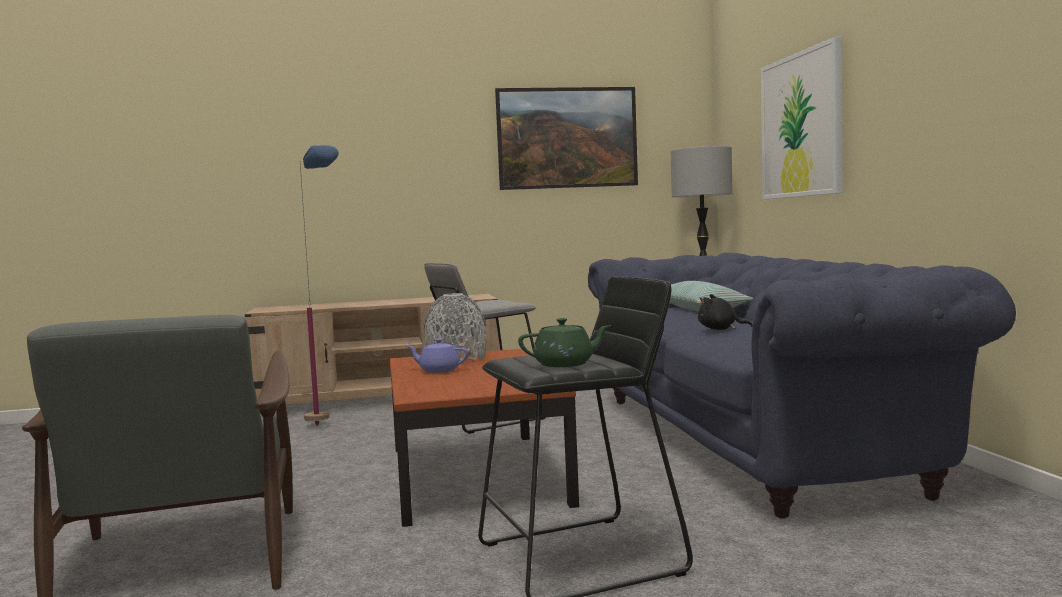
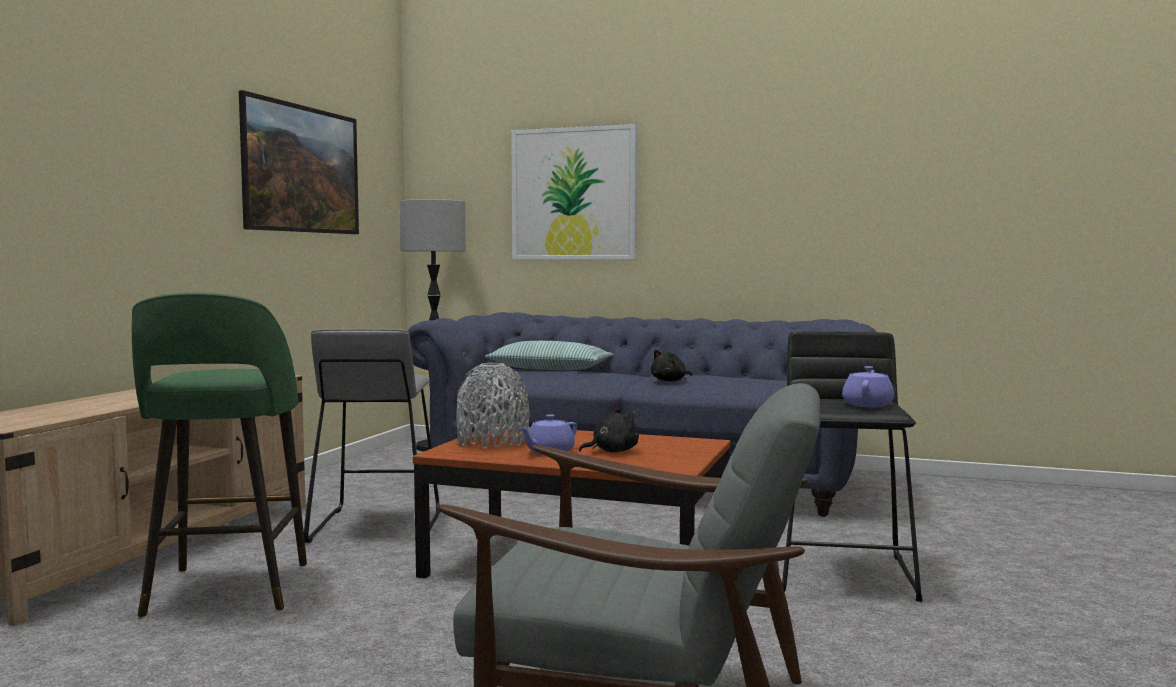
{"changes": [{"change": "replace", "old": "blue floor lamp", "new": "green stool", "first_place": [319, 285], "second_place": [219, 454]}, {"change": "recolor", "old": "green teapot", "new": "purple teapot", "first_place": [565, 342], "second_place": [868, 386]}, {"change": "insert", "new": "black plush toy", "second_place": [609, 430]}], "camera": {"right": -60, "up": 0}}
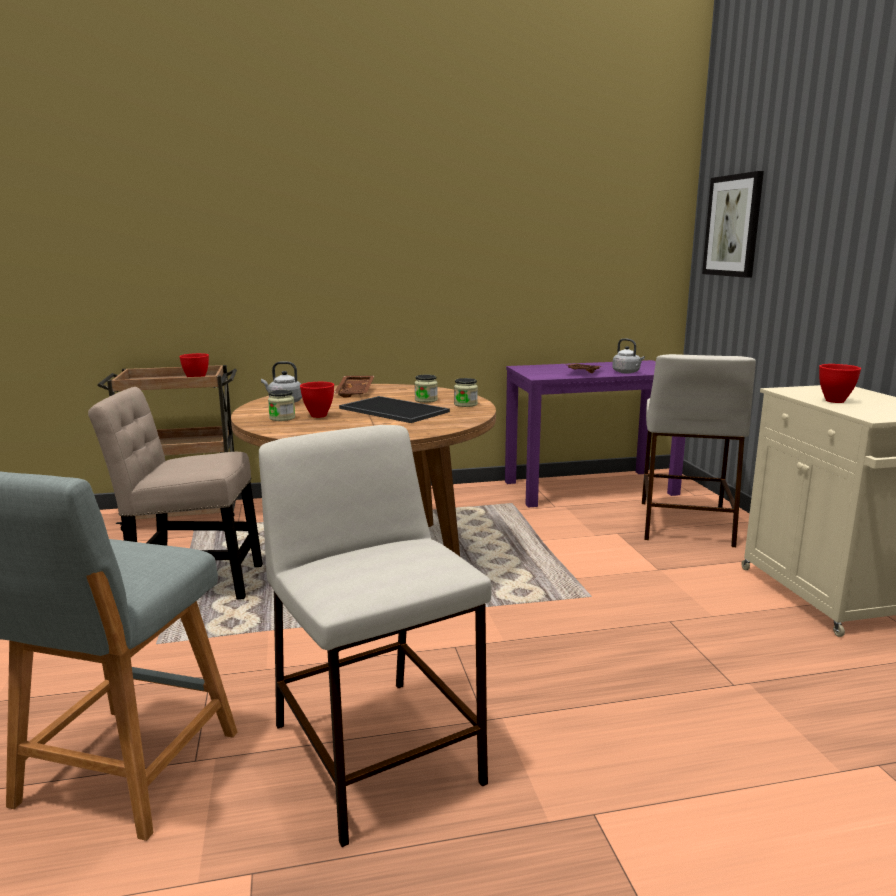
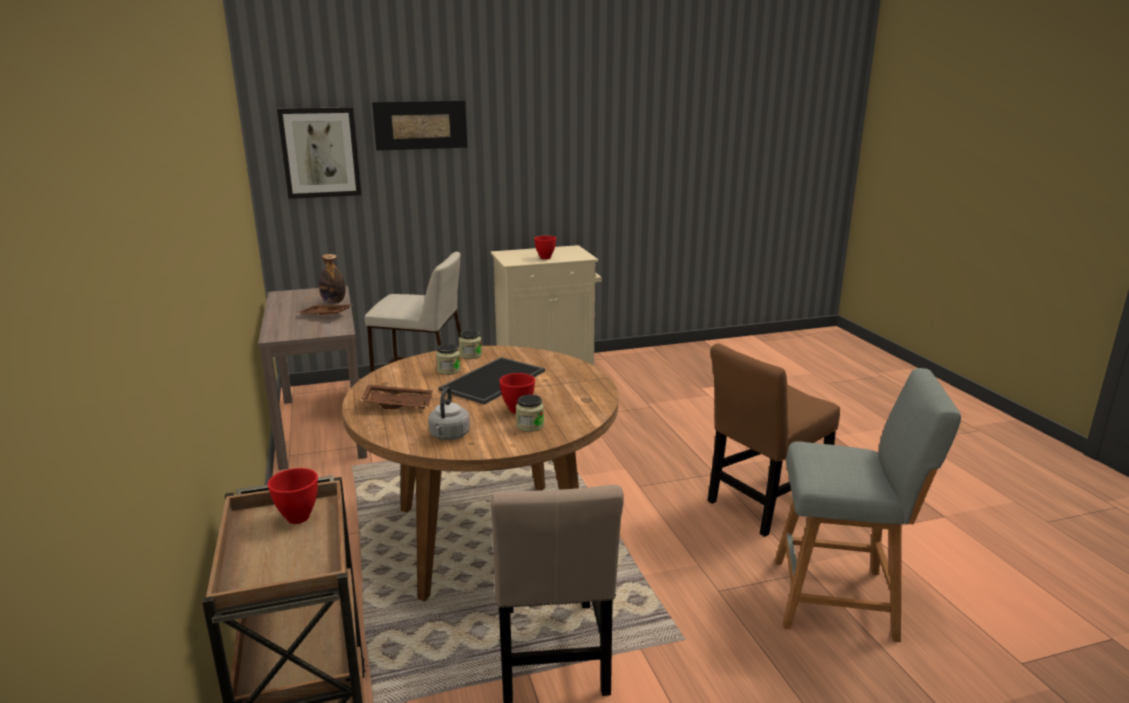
{"changes": [{"change": "replace", "old": "beige stool", "new": "brown chair", "first_place": [375, 636], "second_place": [774, 440]}, {"change": "recolor", "old": "purple console table", "new": "brown console table", "first_place": [595, 434], "second_place": [312, 378]}, {"change": "replace", "old": "grey kettle", "new": "bottle", "first_place": [628, 355], "second_place": [332, 279]}, {"change": "insert", "new": "picture", "second_place": [419, 126]}], "camera": {"right": -95, "up": 5}}
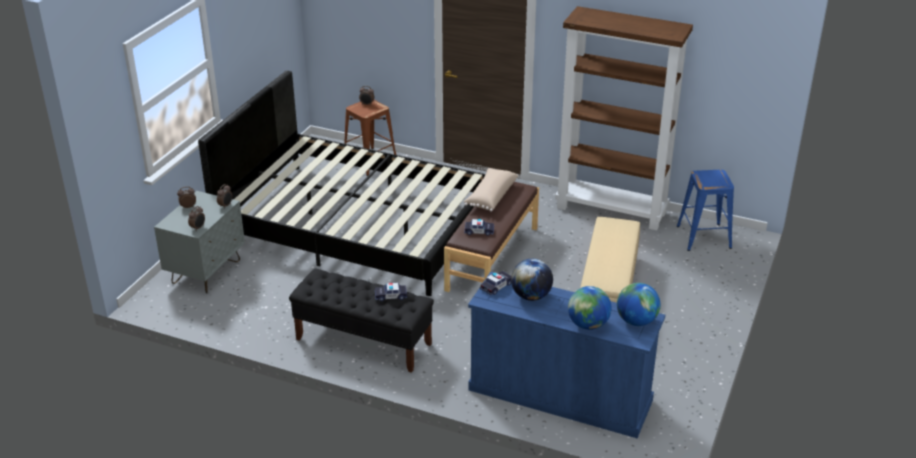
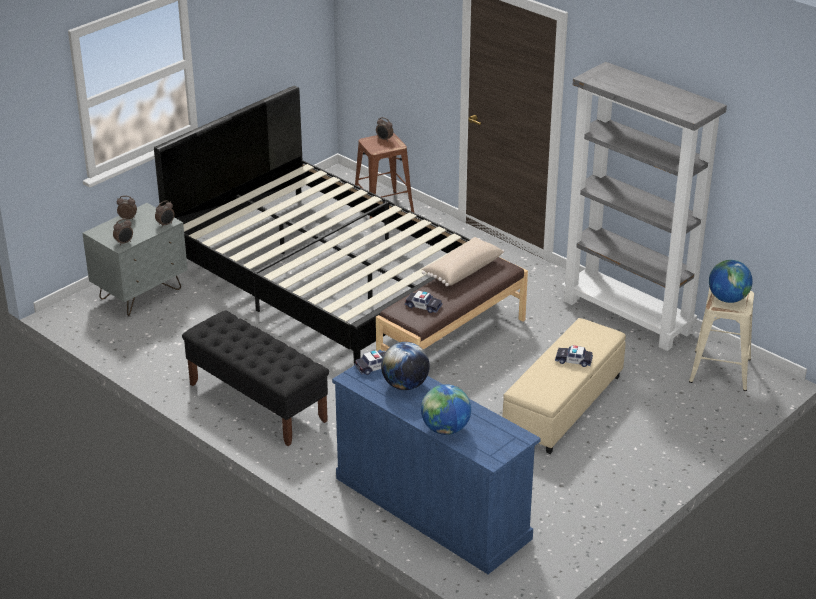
{"changes": [{"change": "move", "old": "toy car", "first_place": [391, 292], "second_place": [574, 356]}, {"change": "recolor", "old": "brown bookcase", "new": "grey bookcase", "first_place": [624, 118], "second_place": [644, 206]}, {"change": "move", "old": "globe", "first_place": [639, 304], "second_place": [731, 281]}, {"change": "recolor", "old": "blue stool", "new": "beige stool", "first_place": [705, 210], "second_place": [721, 339]}], "camera": {"right": 20, "up": 0}}
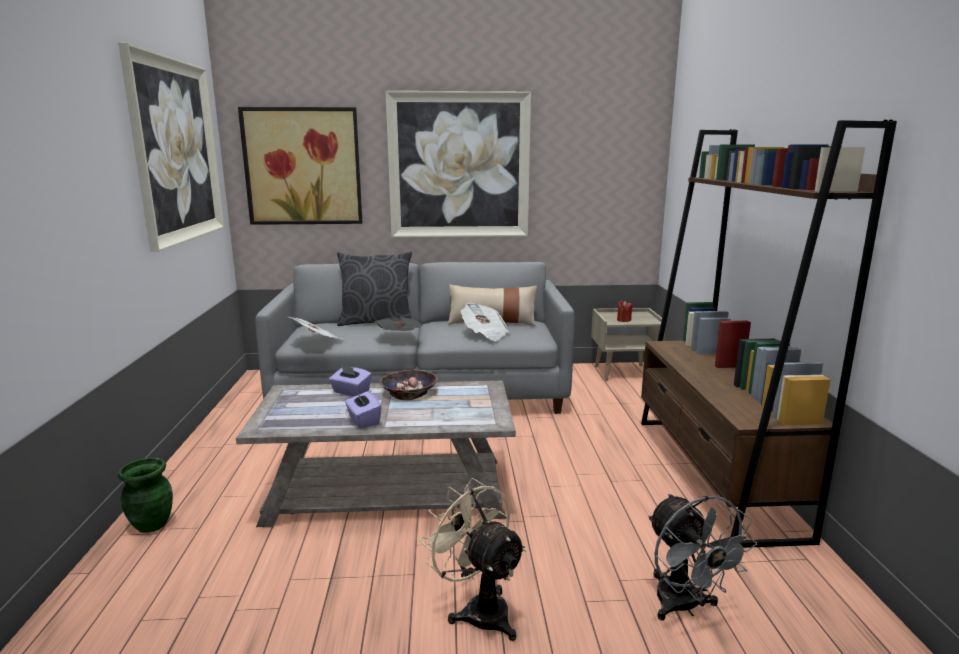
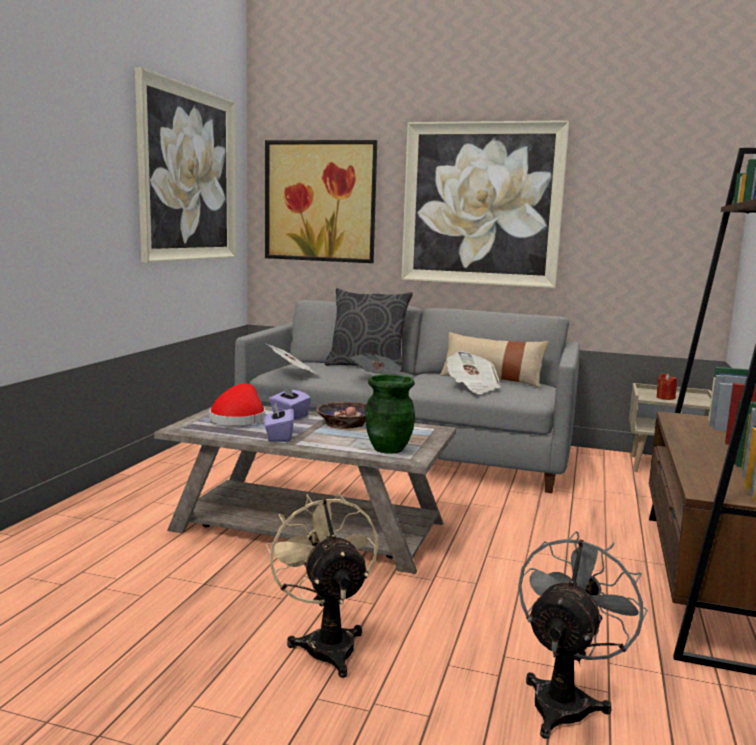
{"changes": [{"change": "move", "old": "green vase", "first_place": [145, 495], "second_place": [390, 414]}, {"change": "rotate", "old": "grey fan", "first_place": [702, 557], "second_place": [583, 635], "degrees": -150}, {"change": "insert", "new": "red hat", "second_place": [237, 404]}], "camera": {"right": 20, "up": -5}}
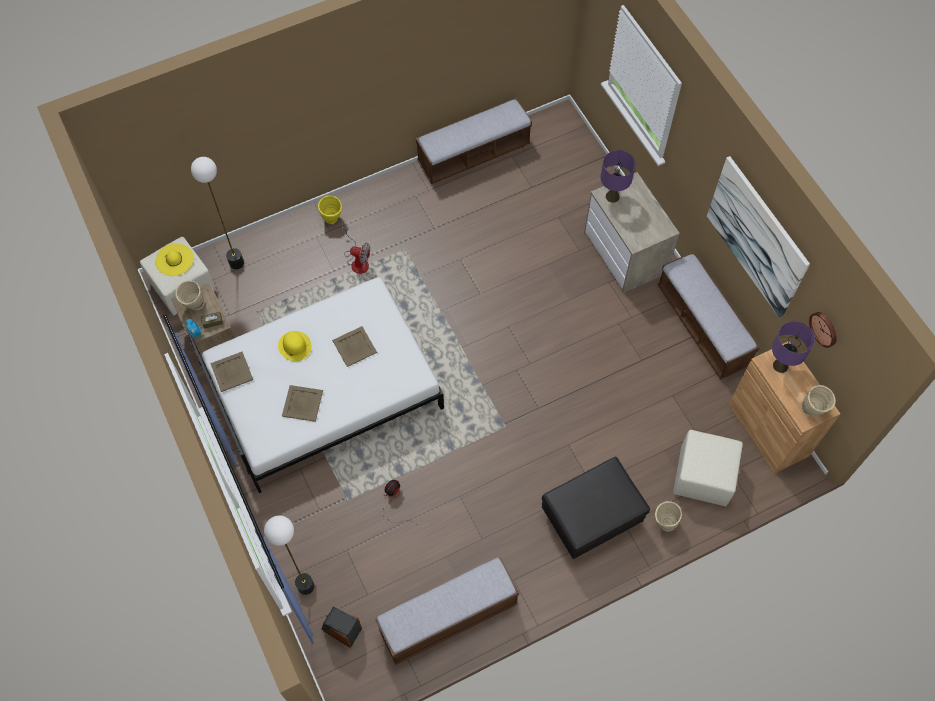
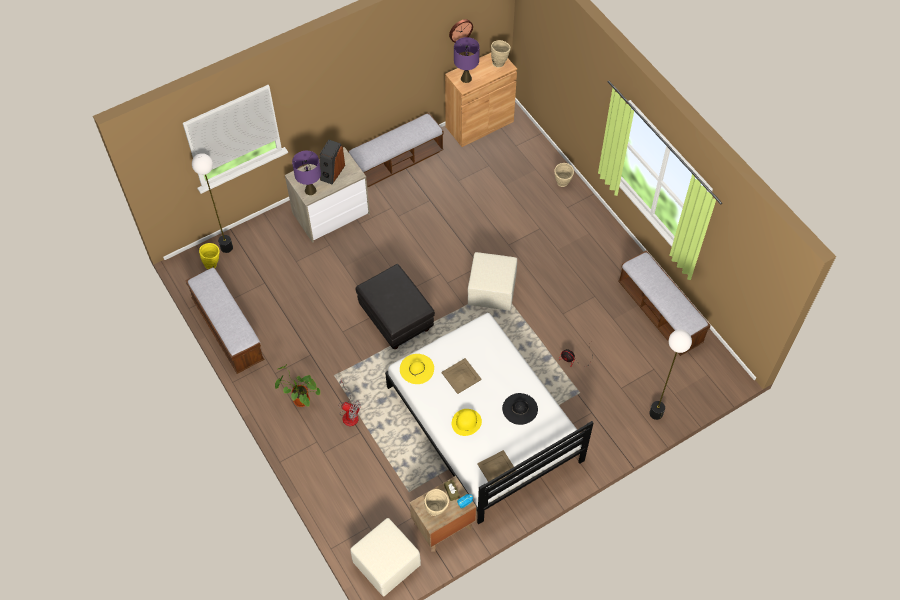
{"changes": [{"change": "move", "old": "yellow hat", "first_place": [174, 259], "second_place": [417, 369]}, {"change": "move", "old": "floor lamp", "first_place": [217, 213], "second_place": [212, 203]}, {"change": "replace", "old": "beige tray", "new": "black hat", "first_place": [302, 403], "second_place": [520, 409]}, {"change": "move", "old": "yellow vase", "first_place": [330, 210], "second_place": [209, 256]}, {"change": "move", "old": "speaker", "first_place": [342, 627], "second_place": [332, 162]}, {"change": "rotate", "old": "fan", "first_place": [356, 250], "second_place": [350, 402], "degrees": 105}, {"change": "move", "old": "black ottoman", "first_place": [596, 508], "second_place": [395, 306]}, {"change": "move", "old": "beige ottoman", "first_place": [708, 468], "second_place": [492, 281]}, {"change": "delete", "old": "picture", "first_place": [758, 237]}, {"change": "insert", "new": "potted plant", "second_place": [297, 385]}], "camera": {"right": -95, "up": -5}}
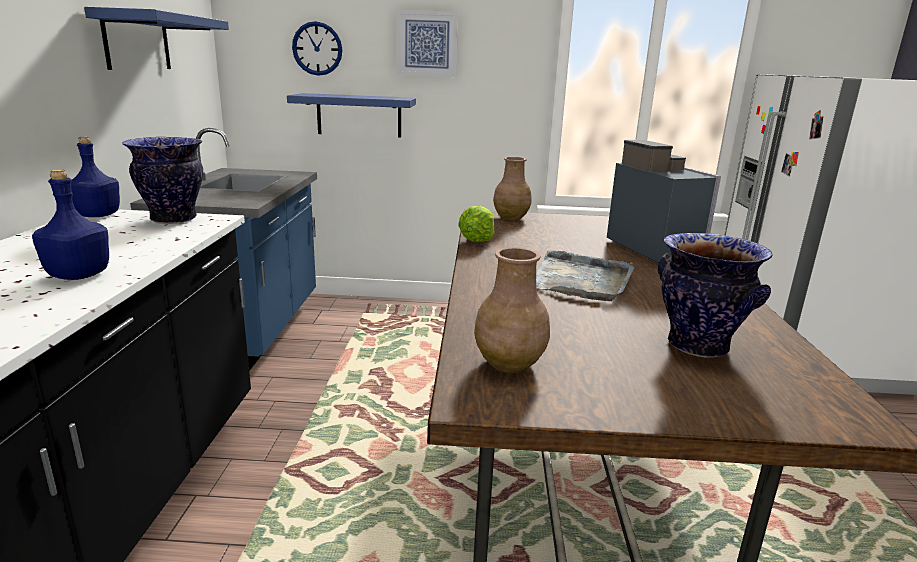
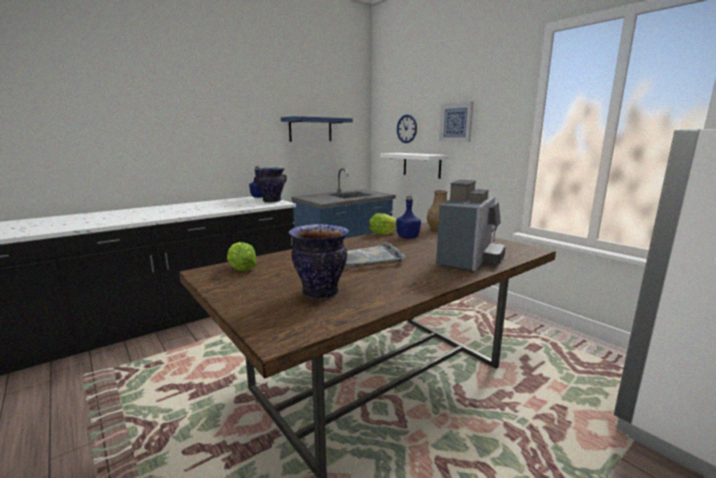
{"changes": [{"change": "move", "old": "blue bottle", "first_place": [70, 224], "second_place": [408, 217]}, {"change": "recolor", "old": "blue shelf", "new": "white shelf", "first_place": [351, 115], "second_place": [414, 166]}, {"change": "replace", "old": "brown vase", "new": "lettuce", "first_place": [512, 310], "second_place": [242, 256]}], "camera": {"right": 50, "up": -5}}
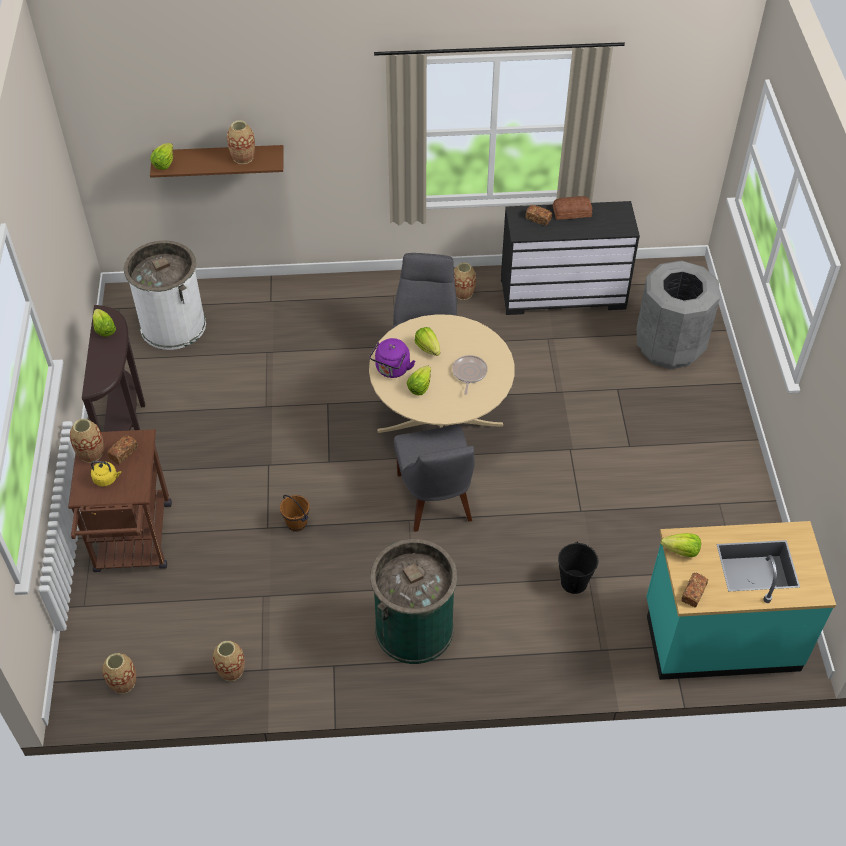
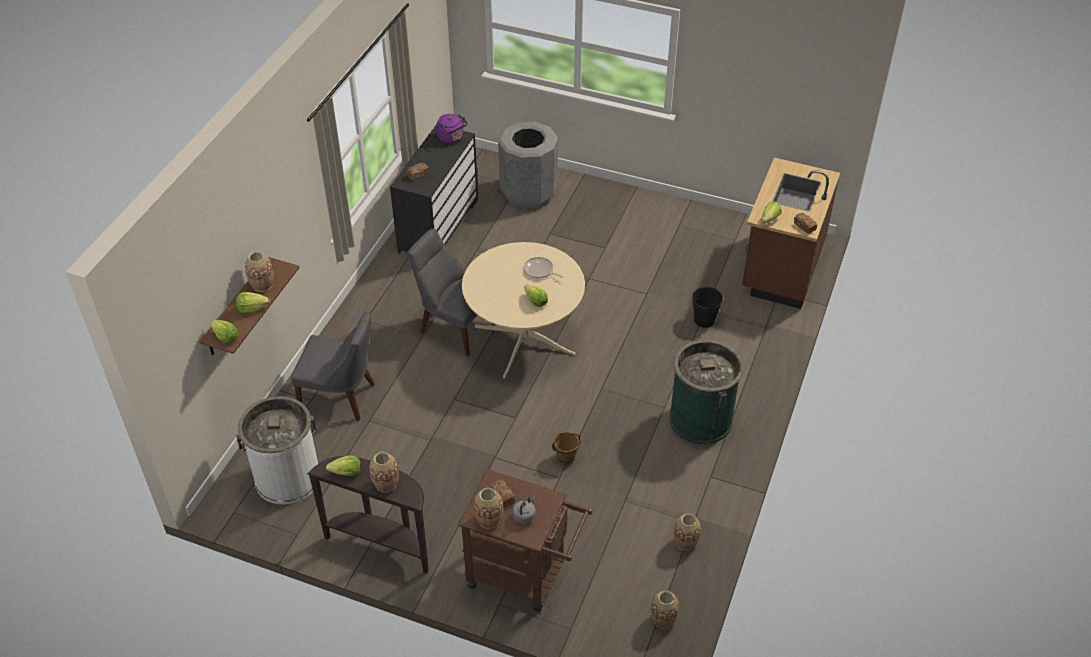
{"changes": [{"change": "recolor", "old": "yellow kettle", "new": "grey kettle", "first_place": [106, 474], "second_place": [524, 509]}, {"change": "move", "old": "purple kettle", "first_place": [392, 358], "second_place": [452, 128]}, {"change": "move", "old": "grey chair", "first_place": [434, 478], "second_place": [333, 366]}, {"change": "move", "old": "lettuce", "first_place": [427, 341], "second_place": [253, 302]}, {"change": "move", "old": "vase", "first_place": [465, 281], "second_place": [384, 472]}, {"change": "delete", "old": "bread", "first_place": [572, 208]}, {"change": "recolor", "old": "turquoise counter", "new": "brown counter", "first_place": [741, 600], "second_place": [791, 233]}], "camera": {"right": -65, "up": -5}}
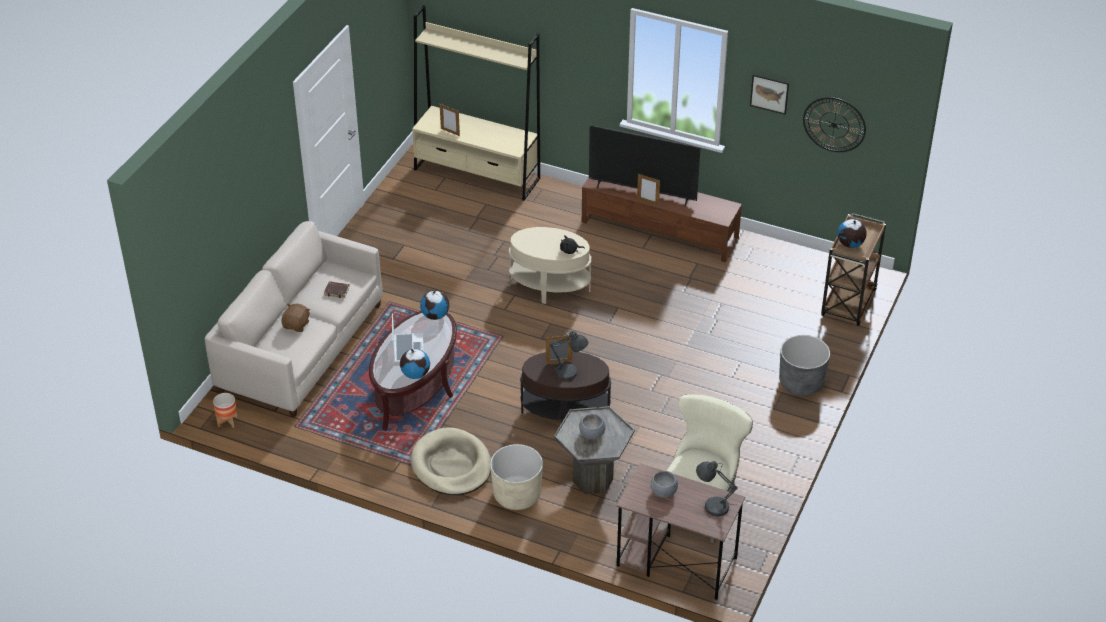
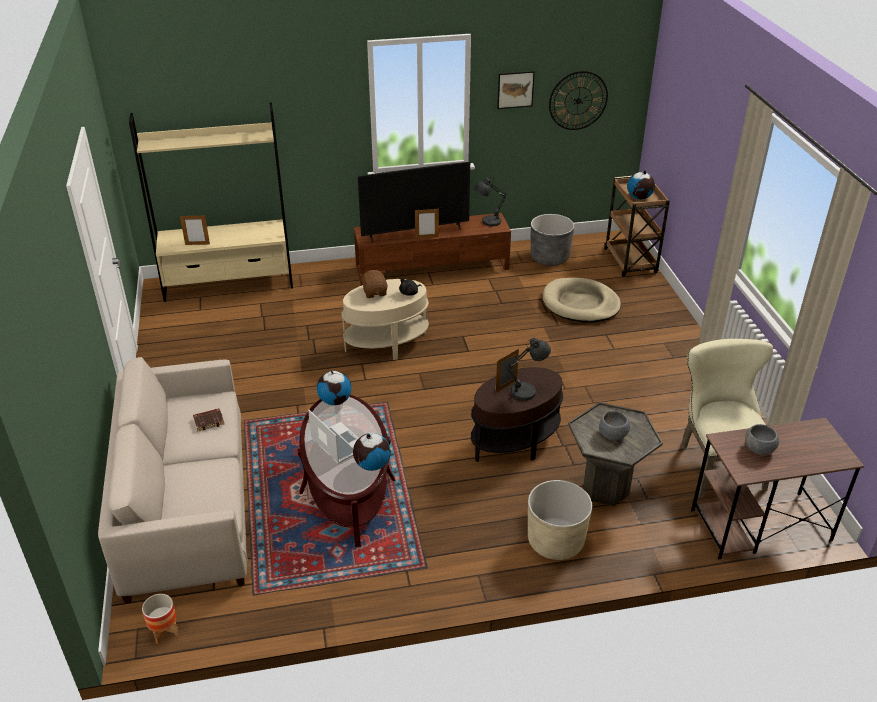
{"changes": [{"change": "move", "old": "brown plush toy", "first_place": [296, 317], "second_place": [374, 284]}, {"change": "move", "old": "beige dog bed", "first_place": [451, 461], "second_place": [582, 300]}, {"change": "move", "old": "grey table lamp", "first_place": [717, 488], "second_place": [490, 201]}, {"change": "move", "old": "grey planter", "first_place": [804, 365], "second_place": [552, 240]}], "camera": {"right": -35, "up": -5}}
